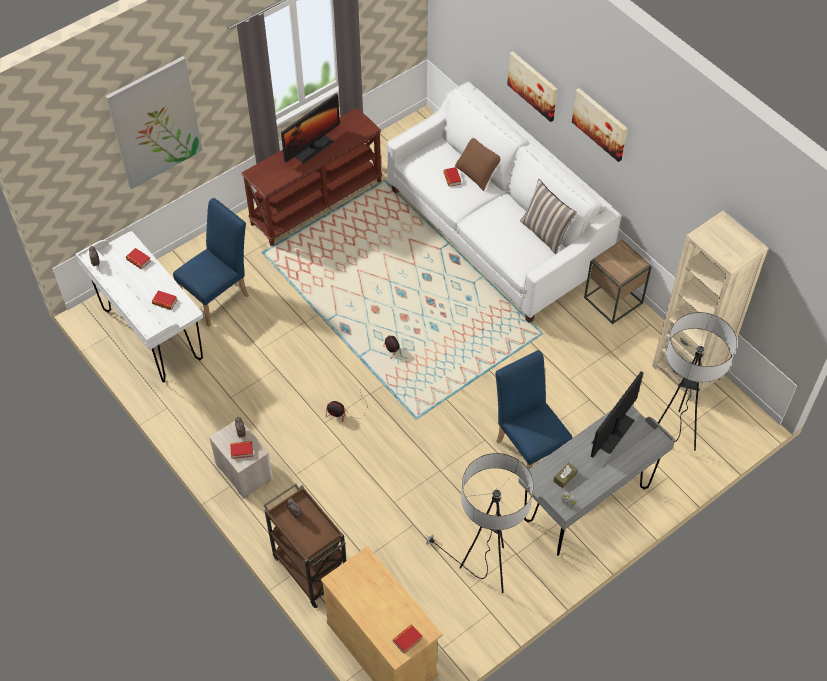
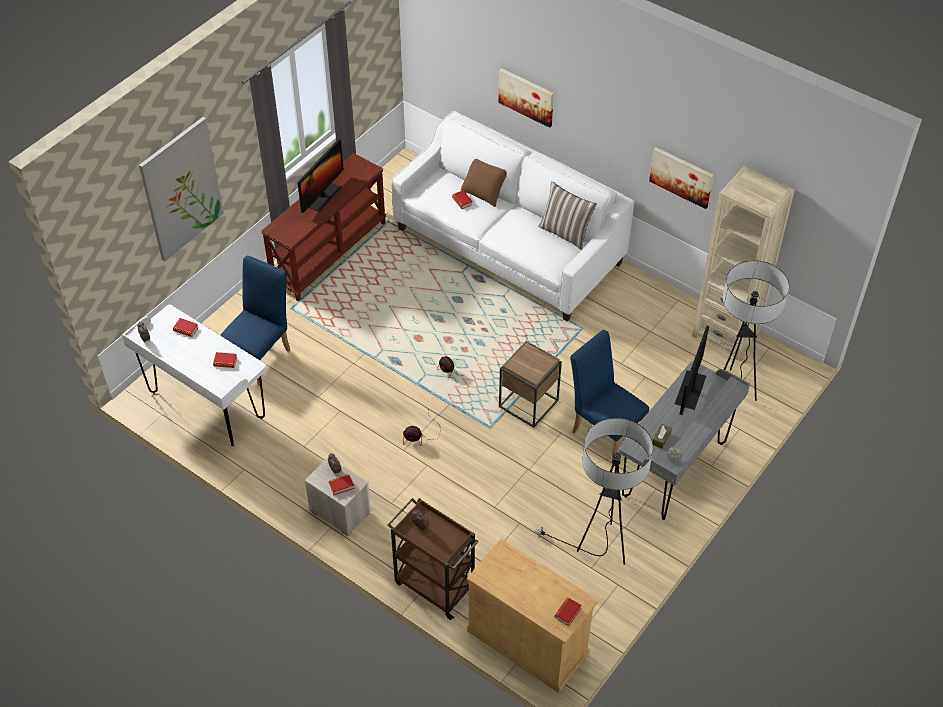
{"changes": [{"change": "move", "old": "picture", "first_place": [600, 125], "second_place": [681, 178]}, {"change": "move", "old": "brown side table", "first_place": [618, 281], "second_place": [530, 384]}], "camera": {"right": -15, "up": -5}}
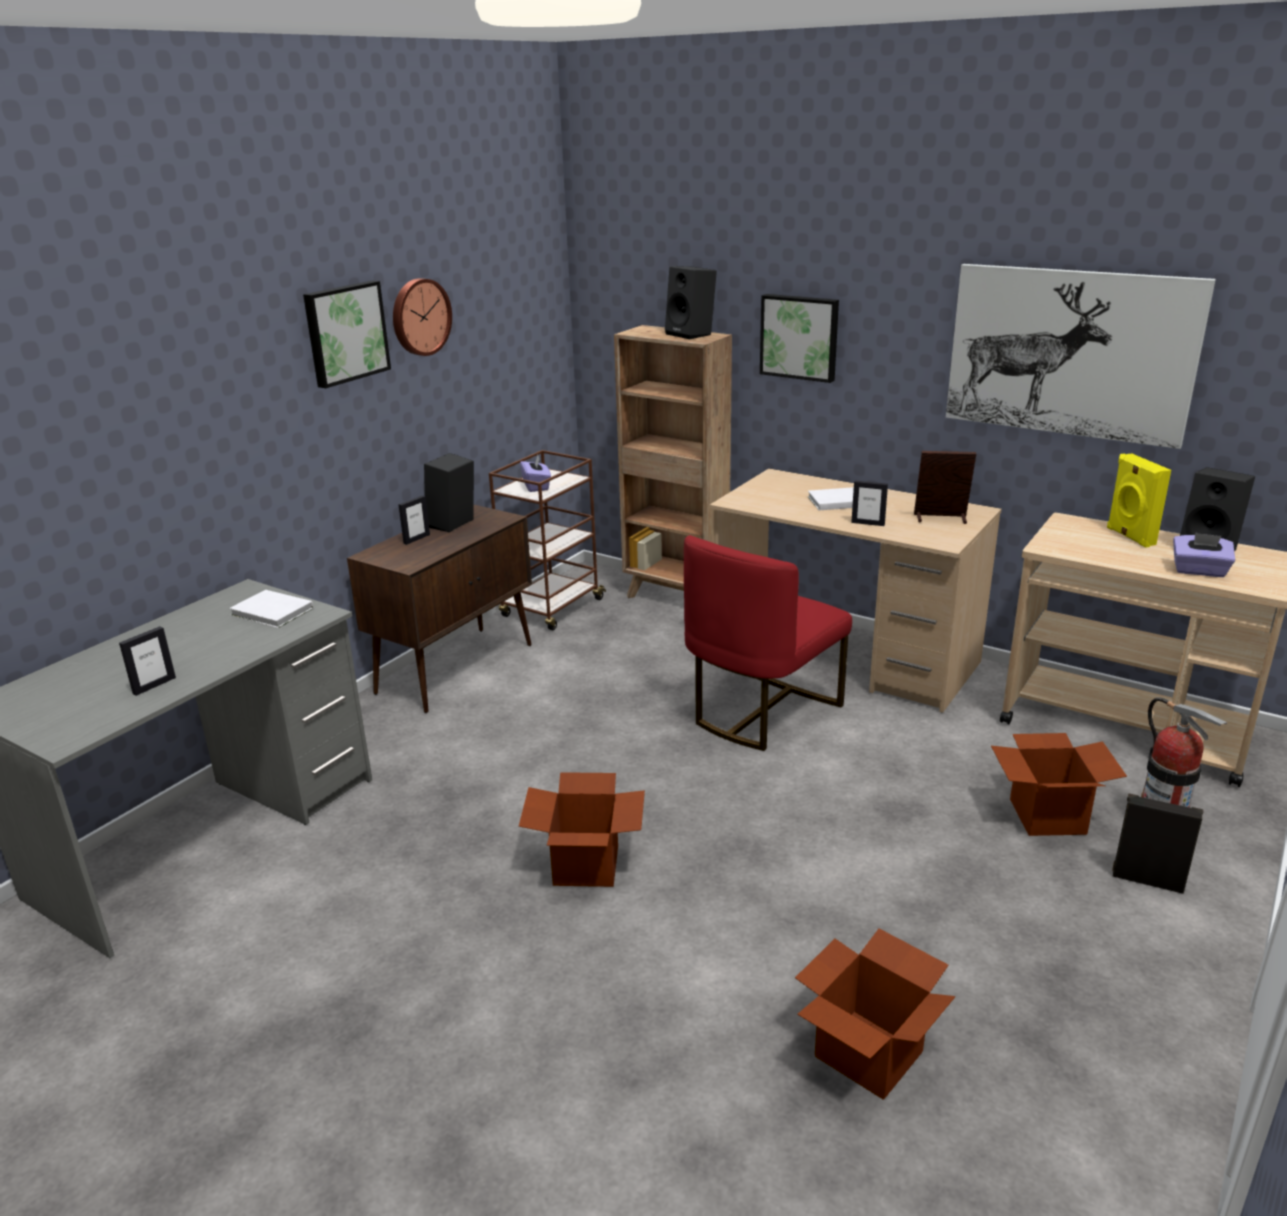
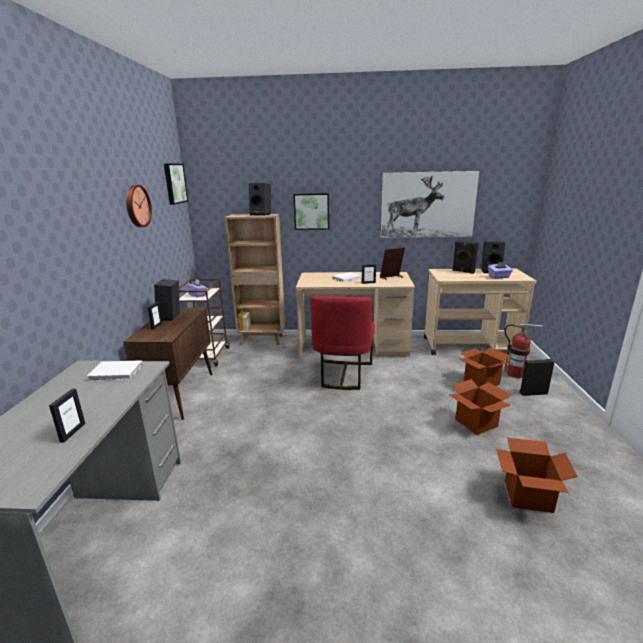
{"changes": [{"change": "move", "old": "picture", "first_place": [347, 334], "second_place": [176, 184]}, {"change": "move", "old": "cardboard box", "first_place": [582, 829], "second_place": [480, 407]}, {"change": "recolor", "old": "yellow speaker", "new": "black speaker", "first_place": [1139, 500], "second_place": [465, 257]}], "camera": {"right": -30, "up": -5}}
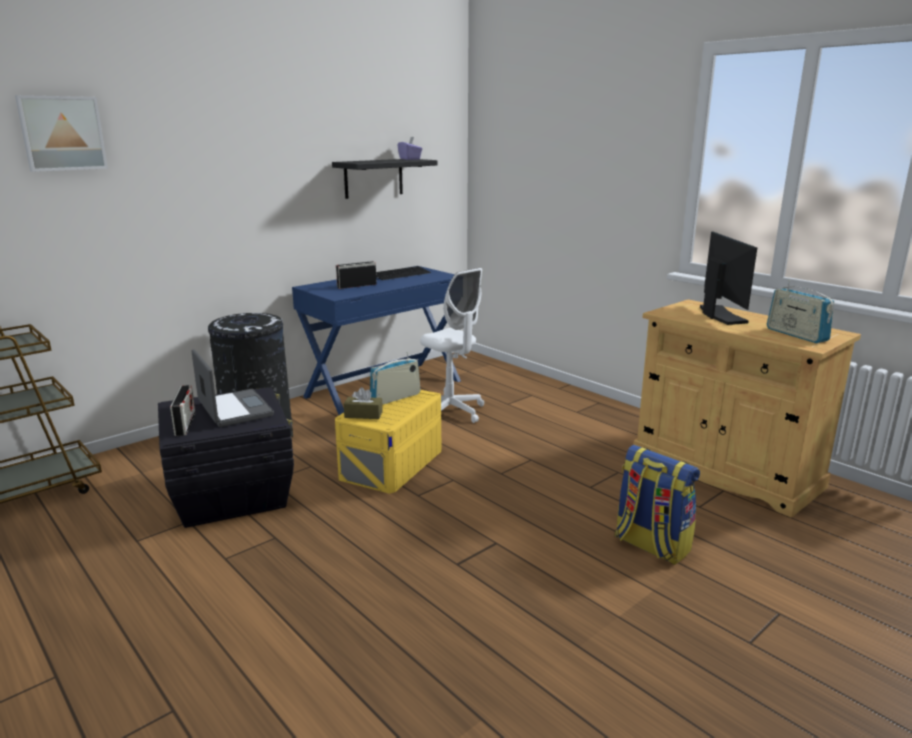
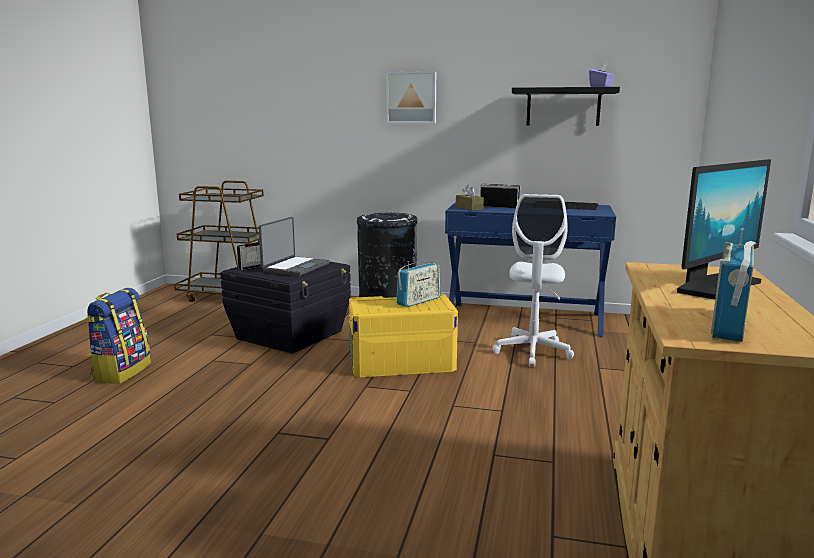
{"changes": [{"change": "move", "old": "picture", "first_place": [61, 133], "second_place": [411, 97]}, {"change": "move", "old": "brown tissue box", "first_place": [363, 403], "second_place": [470, 198]}, {"change": "rotate", "old": "radio", "first_place": [395, 378], "second_place": [418, 284], "degrees": 120}, {"change": "move", "old": "backpack", "first_place": [657, 505], "second_place": [118, 336]}], "camera": {"right": 55, "up": -5}}
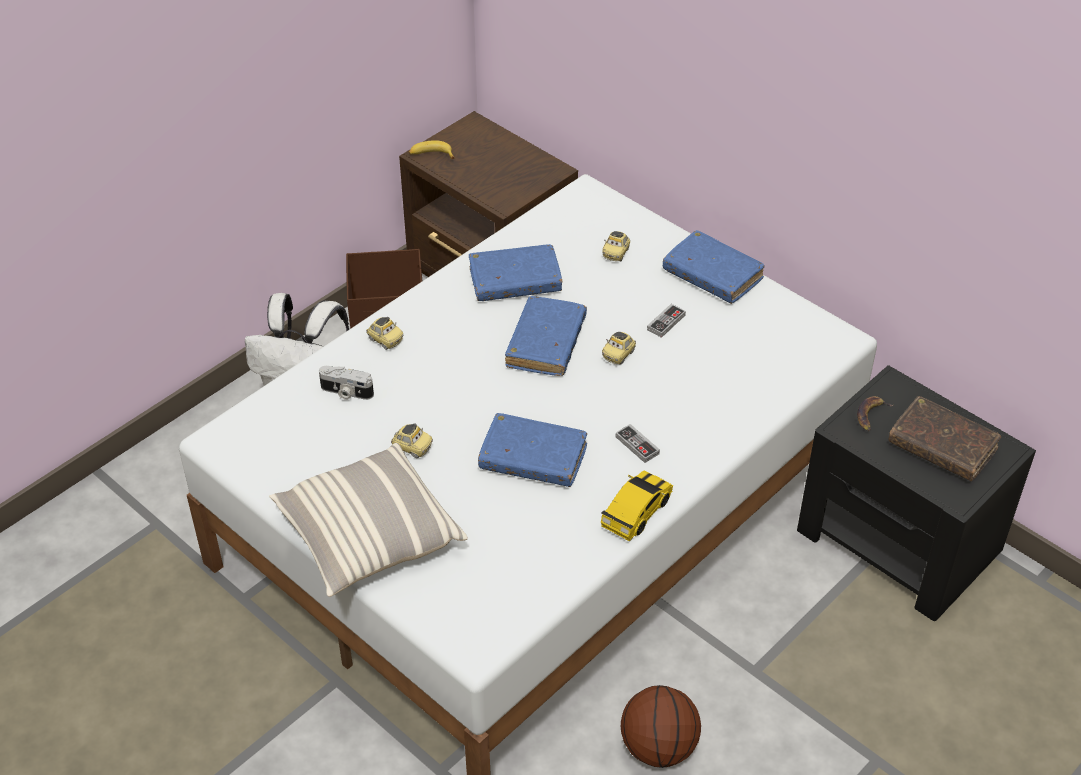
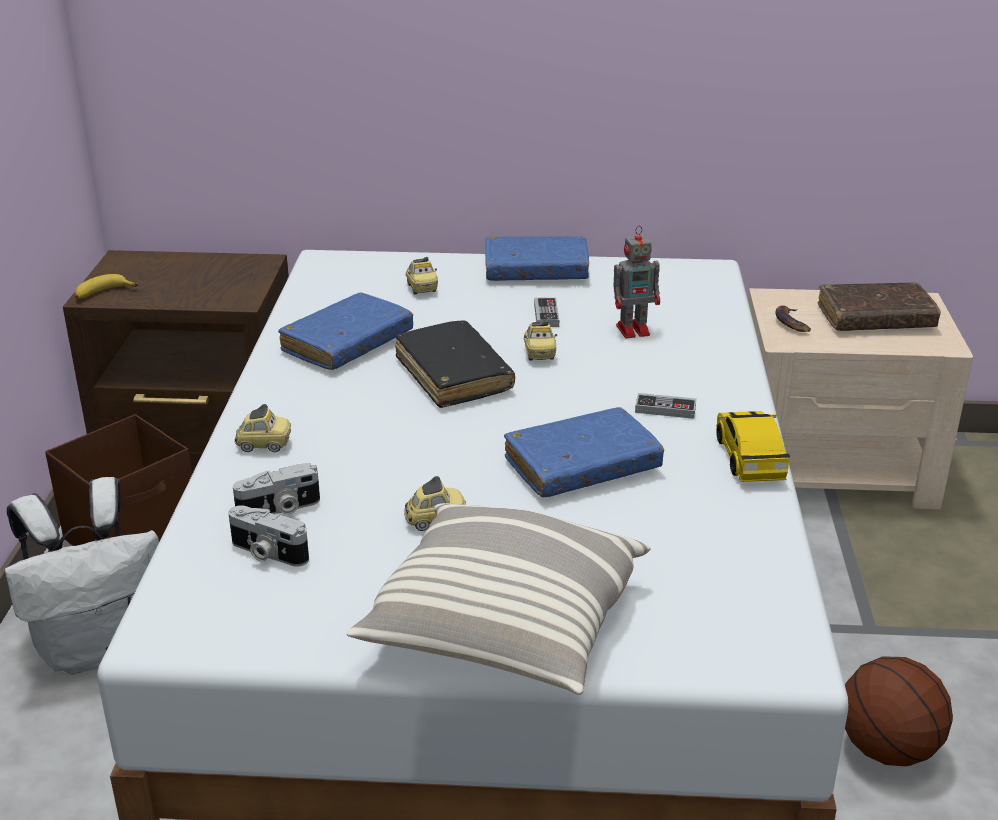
{"changes": [{"change": "recolor", "old": "blue book", "new": "black book", "first_place": [546, 336], "second_place": [455, 364]}, {"change": "recolor", "old": "black nightstand", "new": "beige nightstand", "first_place": [916, 493], "second_place": [860, 399]}, {"change": "insert", "new": "photo camera", "second_place": [268, 536]}, {"change": "insert", "new": "toy robot", "second_place": [637, 281]}], "camera": {"right": -40, "up": -15}}
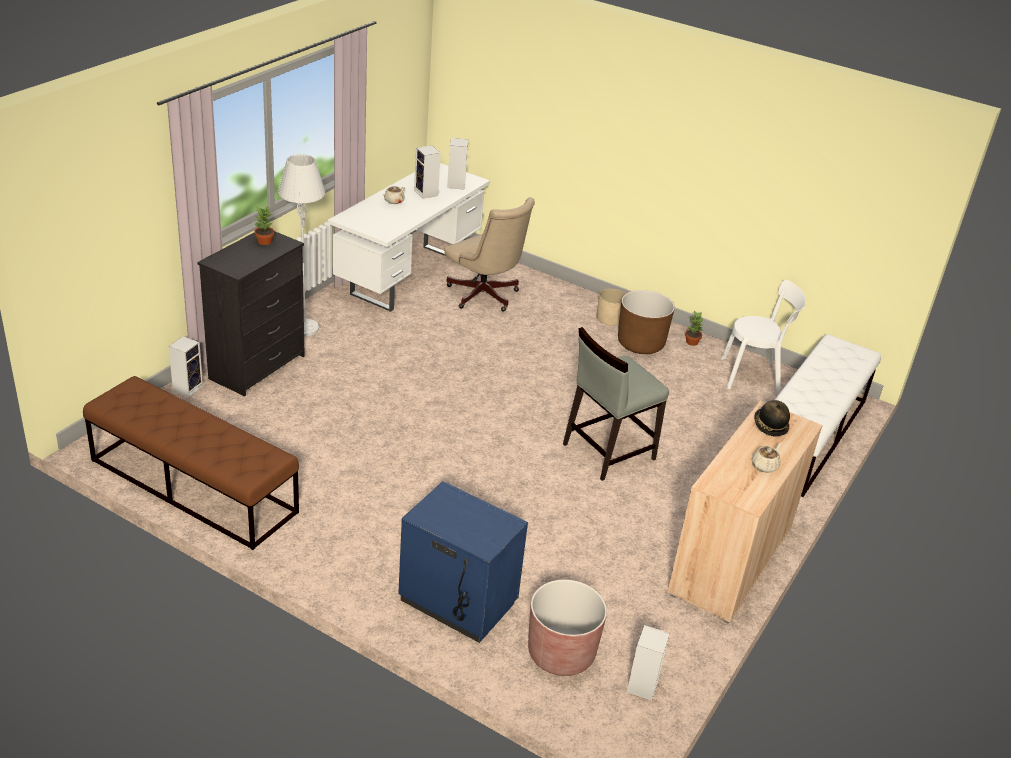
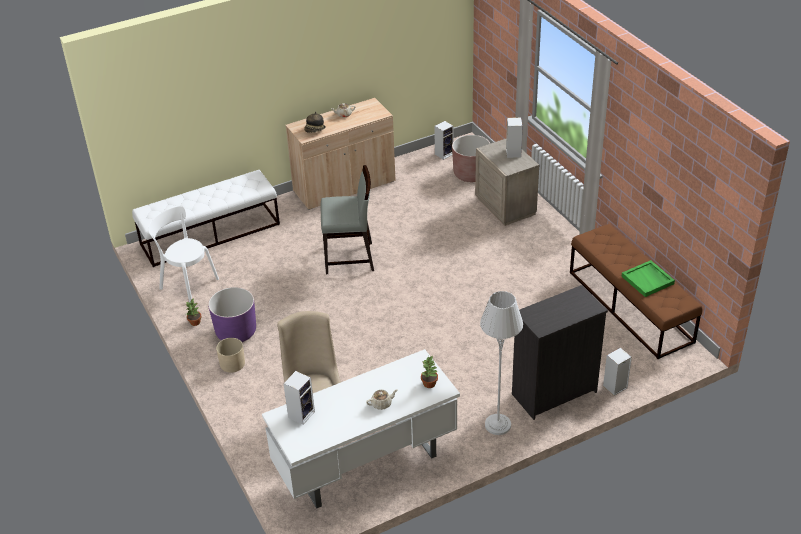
{"changes": [{"change": "move", "old": "potted plant", "first_place": [264, 225], "second_place": [429, 372]}, {"change": "recolor", "old": "blue nightstand", "new": "beige nightstand", "first_place": [463, 562], "second_place": [507, 182]}, {"change": "move", "old": "speaker", "first_place": [427, 172], "second_place": [514, 137]}, {"change": "recolor", "old": "brown planter", "new": "purple planter", "first_place": [646, 322], "second_place": [232, 314]}, {"change": "insert", "new": "green tray", "second_place": [648, 278]}], "camera": {"right": -145, "up": 5}}
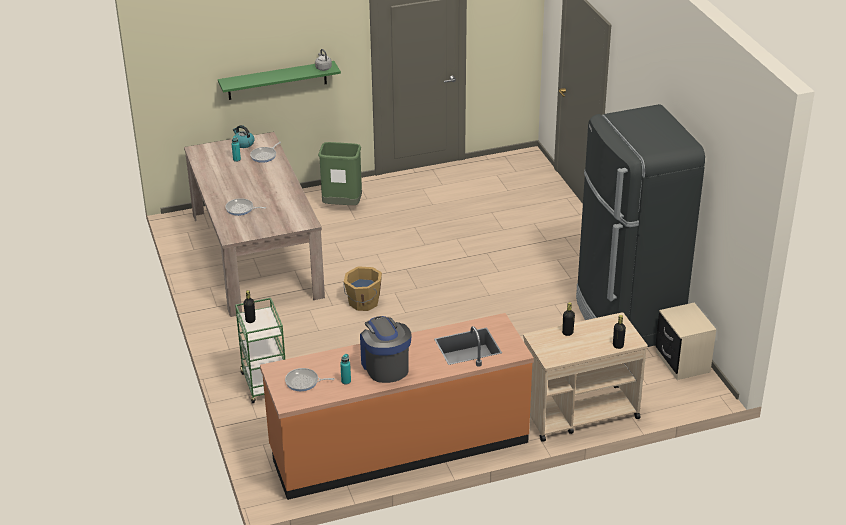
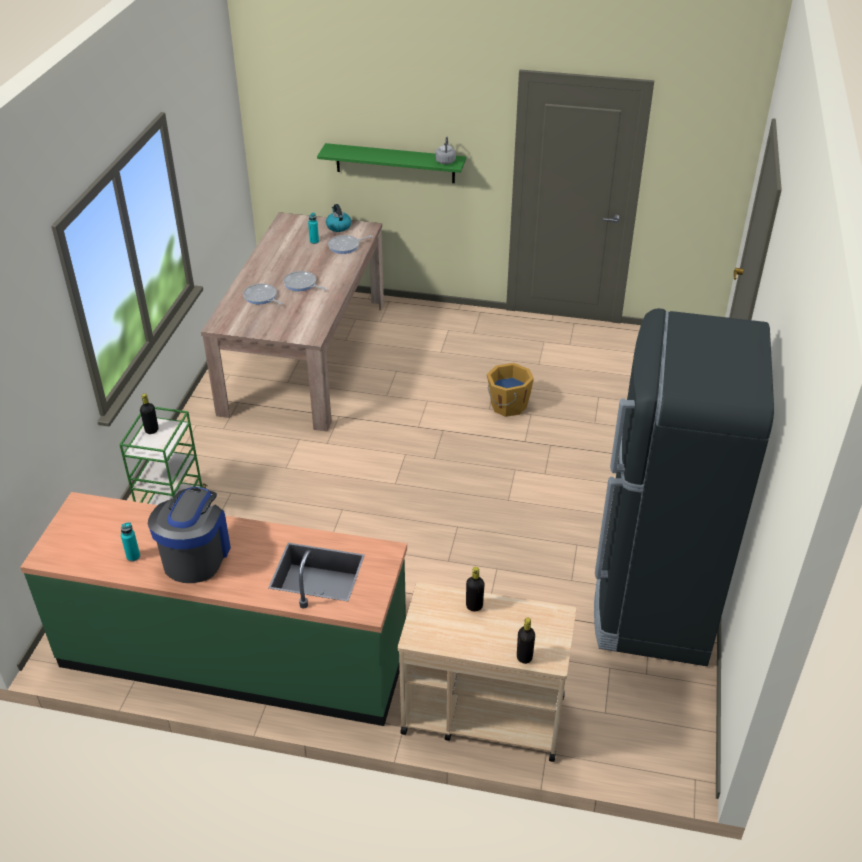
{"changes": [{"change": "recolor", "old": "orange counter", "new": "green counter", "first_place": [397, 406], "second_place": [213, 609]}, {"change": "move", "old": "frying pan", "first_place": [310, 379], "second_place": [304, 281]}, {"change": "delete", "old": "green trash can", "first_place": [340, 173]}, {"change": "move", "old": "orange bucket", "first_place": [362, 288], "second_place": [510, 390]}, {"change": "delete", "old": "beige nightstand", "first_place": [685, 341]}], "camera": {"right": 30, "up": 5}}
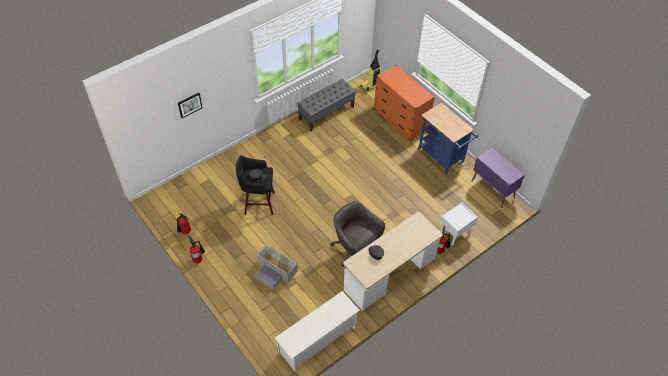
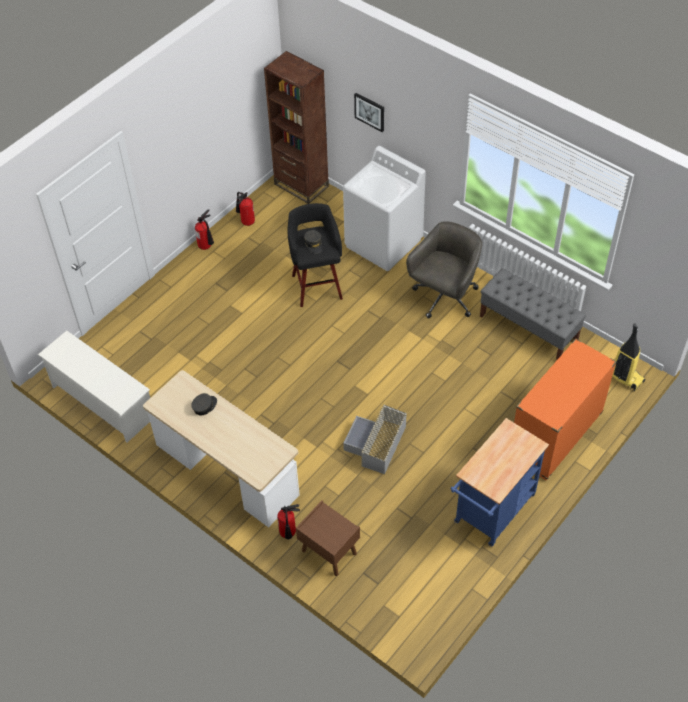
{"changes": [{"change": "move", "old": "grey storage box", "first_place": [276, 267], "second_place": [375, 439]}, {"change": "move", "old": "grey office chair", "first_place": [358, 233], "second_place": [444, 270]}, {"change": "recolor", "old": "white nightstand", "new": "brown nightstand", "first_place": [459, 223], "second_place": [328, 538]}, {"change": "delete", "old": "purple cabinet", "first_place": [498, 178]}, {"change": "insert", "new": "brown bookcase", "second_place": [296, 127]}, {"change": "insert", "new": "white washing machine", "second_place": [384, 208]}], "camera": {"right": 80, "up": 0}}
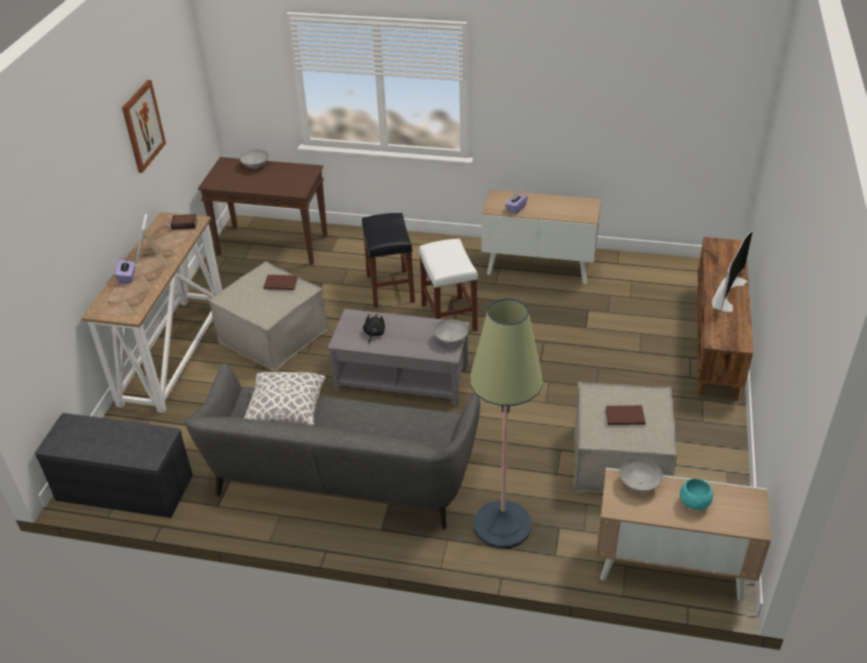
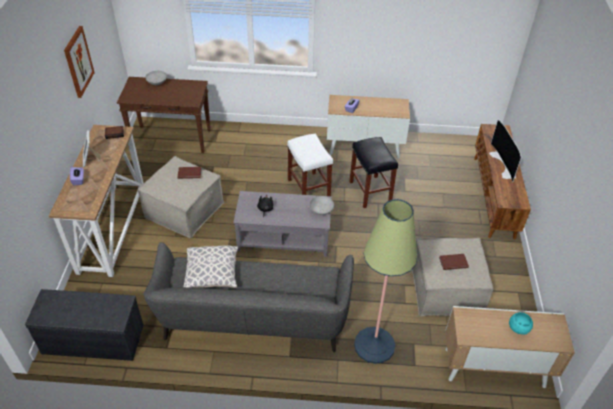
{"changes": [{"change": "move", "old": "black stool", "first_place": [388, 260], "second_place": [373, 172]}, {"change": "delete", "old": "grey bowl", "first_place": [641, 475]}, {"change": "rotate", "old": "television", "first_place": [732, 272], "second_place": [505, 151], "degrees": 150}], "camera": {"right": -10, "up": 5}}
